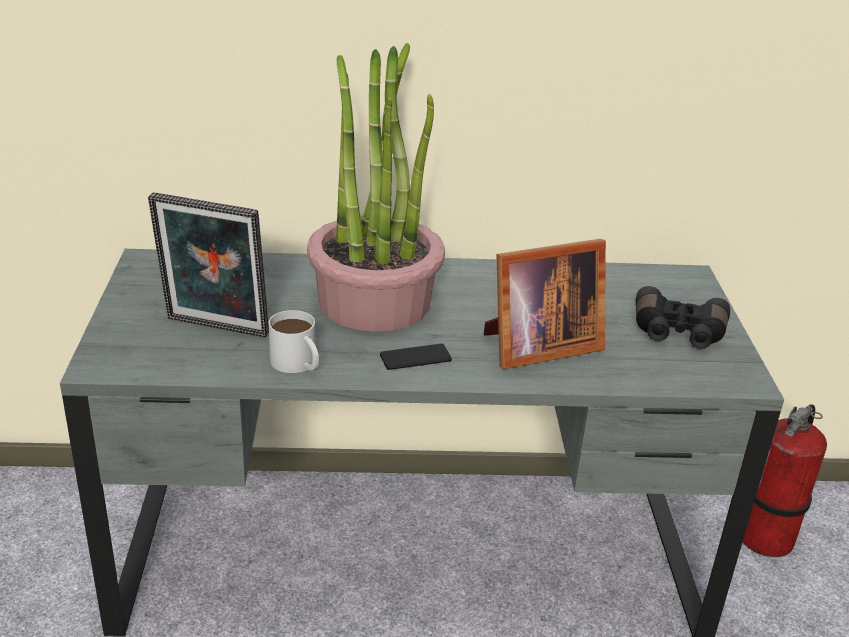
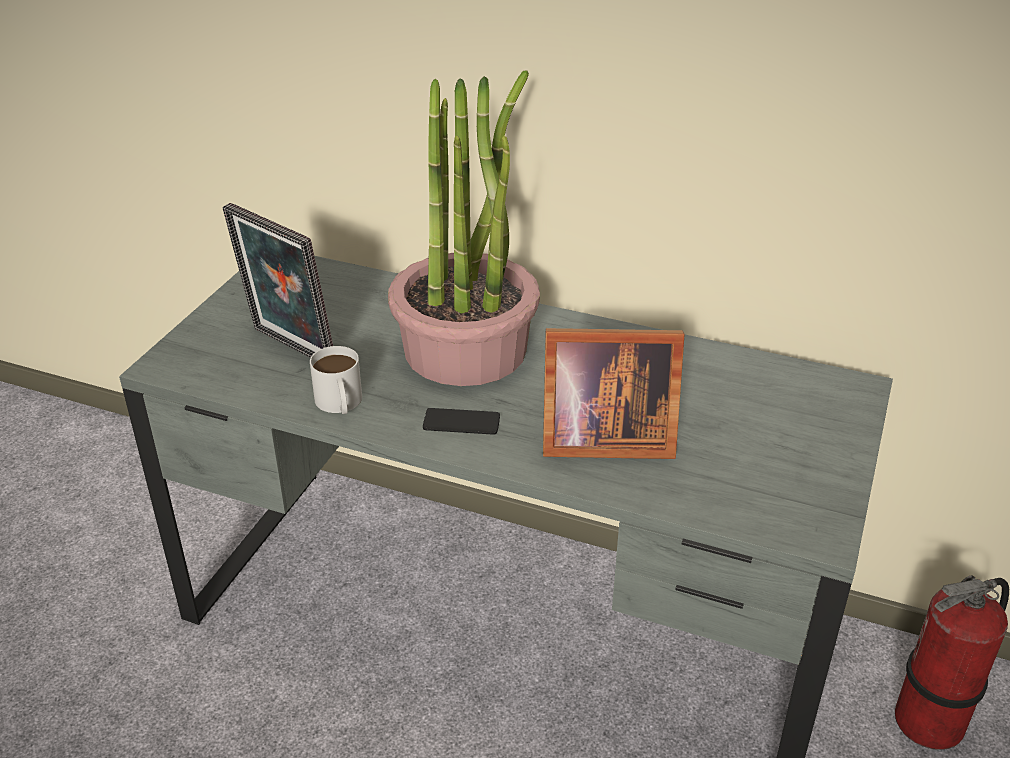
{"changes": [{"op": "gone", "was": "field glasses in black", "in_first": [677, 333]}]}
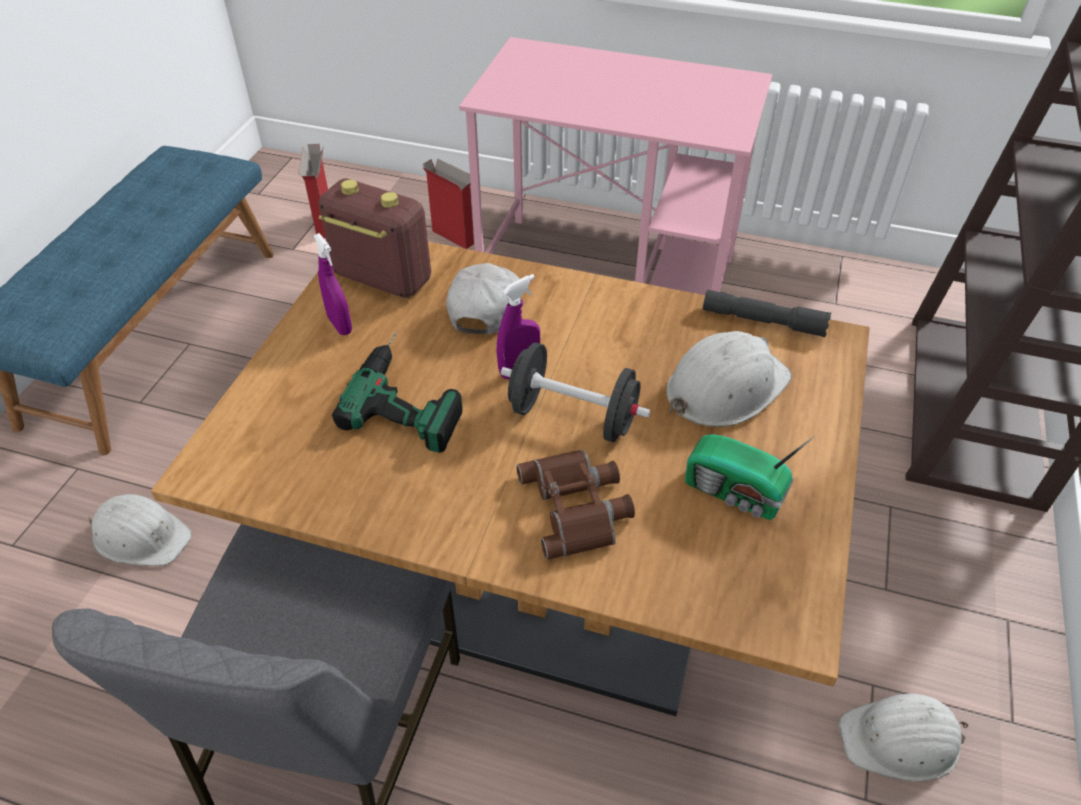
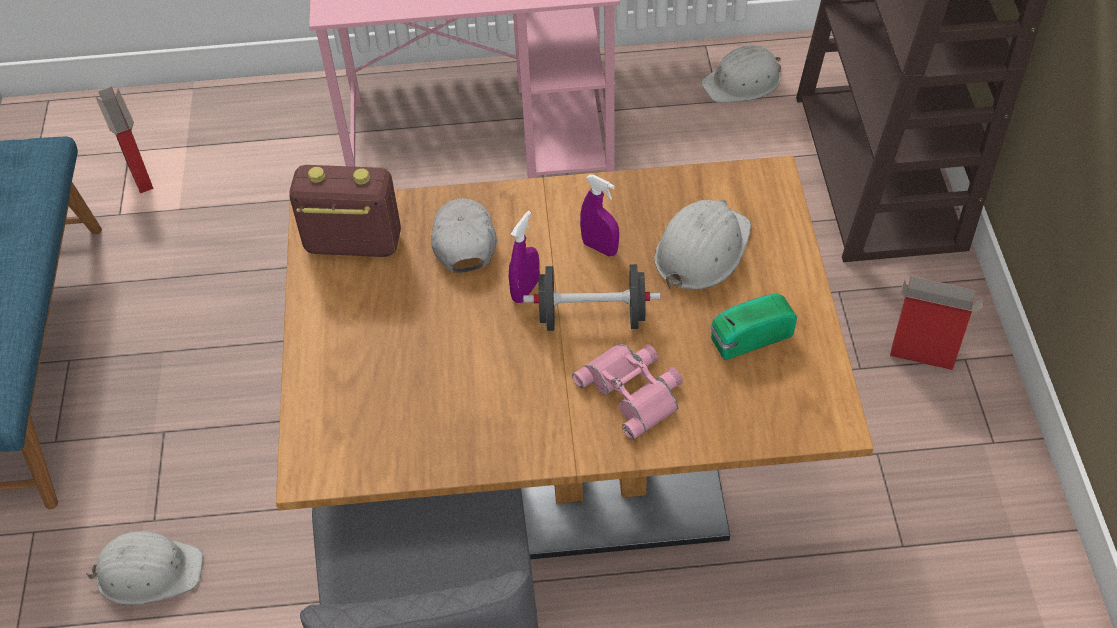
{"changes": [{"op": "repainted", "was": "field glasses in brownish", "now": "field glasses in pink-coloured", "in_first": [578, 507], "in_second": [634, 390]}, {"op": "shifted", "was": "hand sprayer in purplish", "in_first": [340, 325], "in_second": [600, 248]}, {"op": "shifted", "was": "work helmet in white", "in_first": [901, 740], "in_second": [743, 82]}, {"op": "rotated", "was": "radio", "in_first": [736, 493], "in_second": [748, 337], "clockwise": 150}, {"op": "shifted", "was": "packing box", "in_first": [454, 237], "in_second": [923, 357]}, {"op": "gone", "was": "electric drill", "in_first": [411, 393]}, {"op": "gone", "was": "hand torch in gray", "in_first": [763, 321]}]}
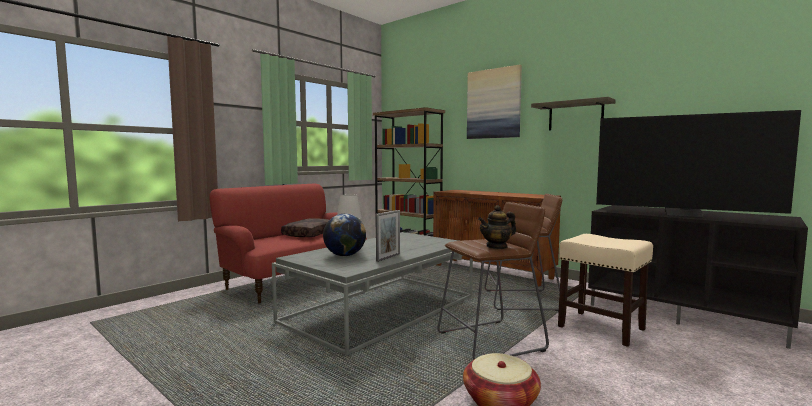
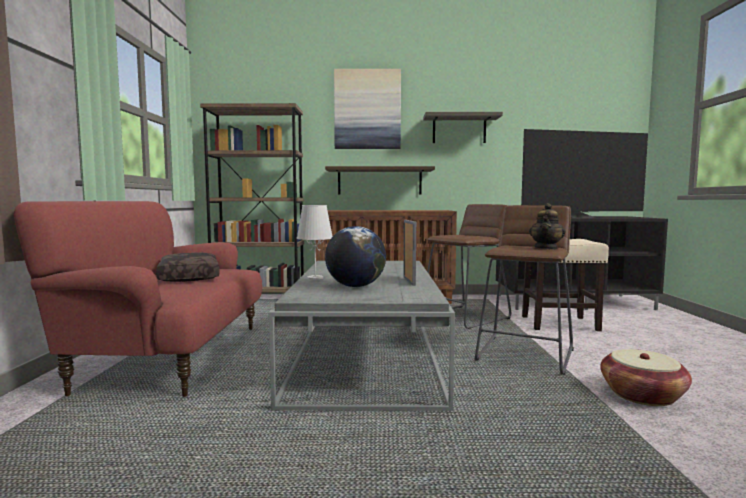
{"changes": [{"op": "new", "now": "bracket shelf", "in_second": [379, 181]}]}
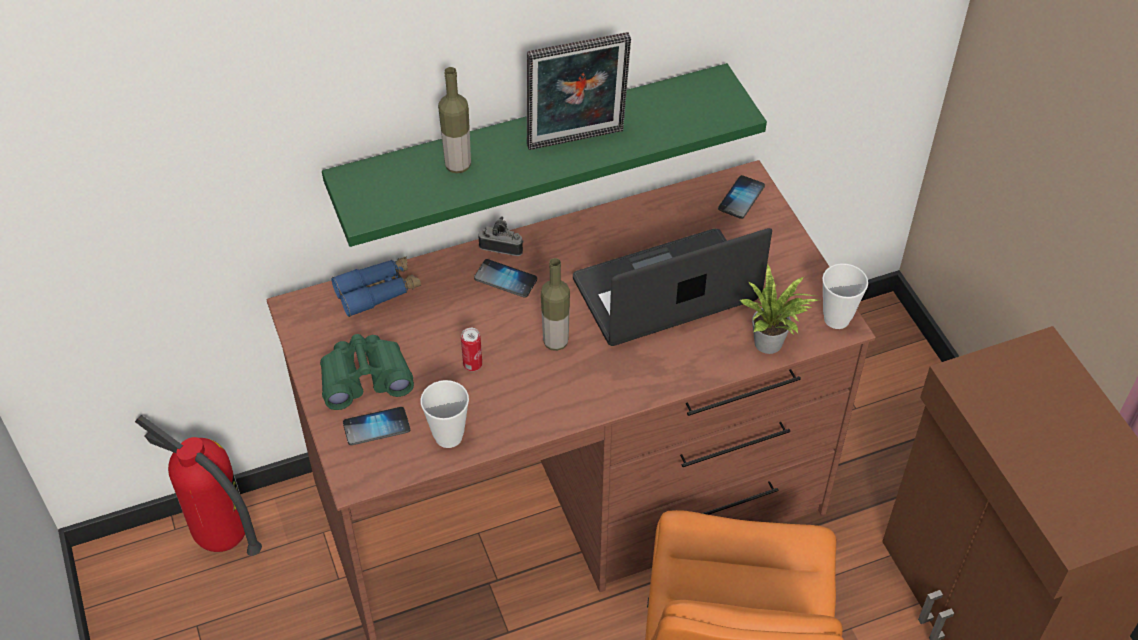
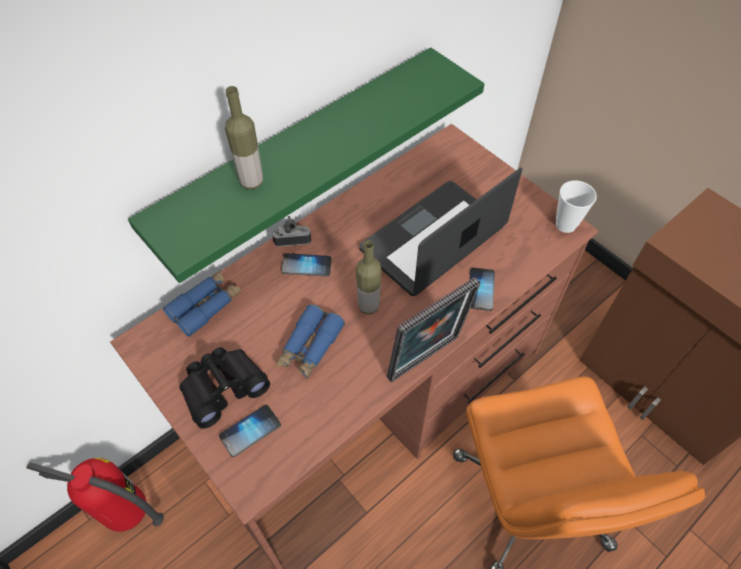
{"changes": [{"op": "repainted", "was": "field glasses in green", "now": "field glasses in black", "in_first": [365, 378], "in_second": [223, 388]}, {"op": "swapped", "was": "metal can", "now": "field glasses in blue", "in_first": [472, 365], "in_second": [310, 347]}, {"op": "shifted", "was": "photo frame", "in_first": [577, 142], "in_second": [426, 361]}, {"op": "shifted", "was": "handset", "in_first": [741, 198], "in_second": [480, 289]}, {"op": "gone", "was": "drinking cup", "in_first": [448, 436]}, {"op": "gone", "was": "potted plant", "in_first": [772, 344]}]}
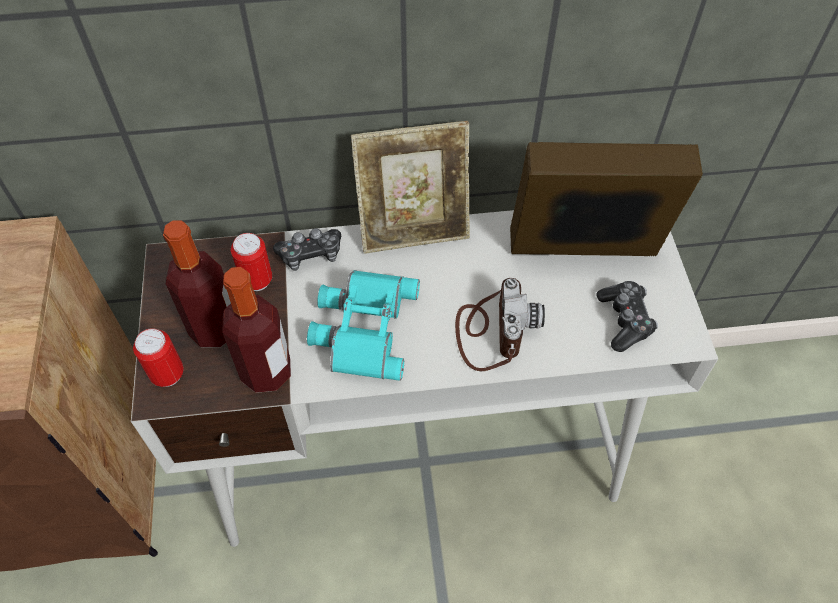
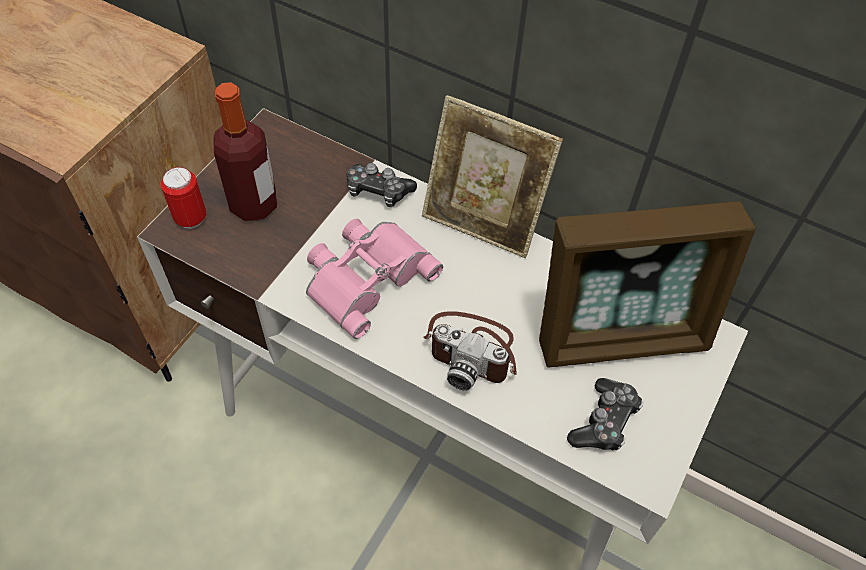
{"changes": [{"op": "repainted", "was": "field glasses in turquoise", "now": "field glasses in pink-coloured", "in_first": [362, 327], "in_second": [366, 276]}, {"op": "rotated", "was": "photo camera", "in_first": [492, 331], "in_second": [472, 350], "clockwise": 75}, {"op": "rotated", "was": "photo frame", "in_first": [582, 252], "in_second": [621, 335], "clockwise": 135}, {"op": "gone", "was": "drink bottle", "in_first": [266, 372]}, {"op": "gone", "was": "metal can", "in_first": [257, 280]}]}
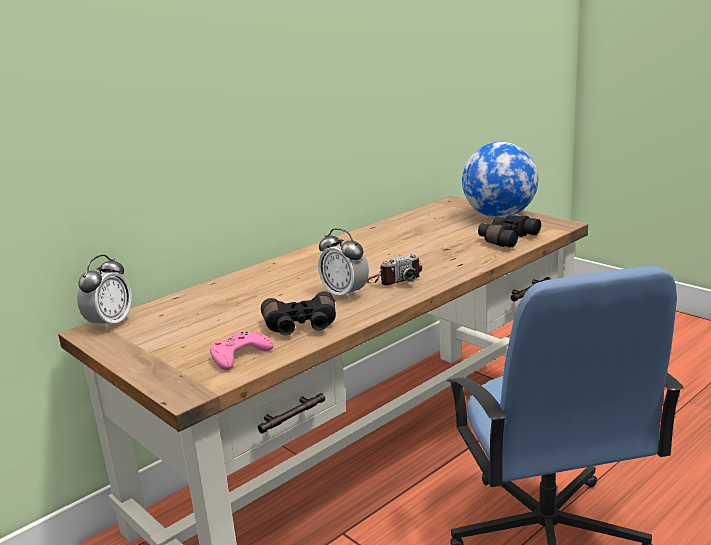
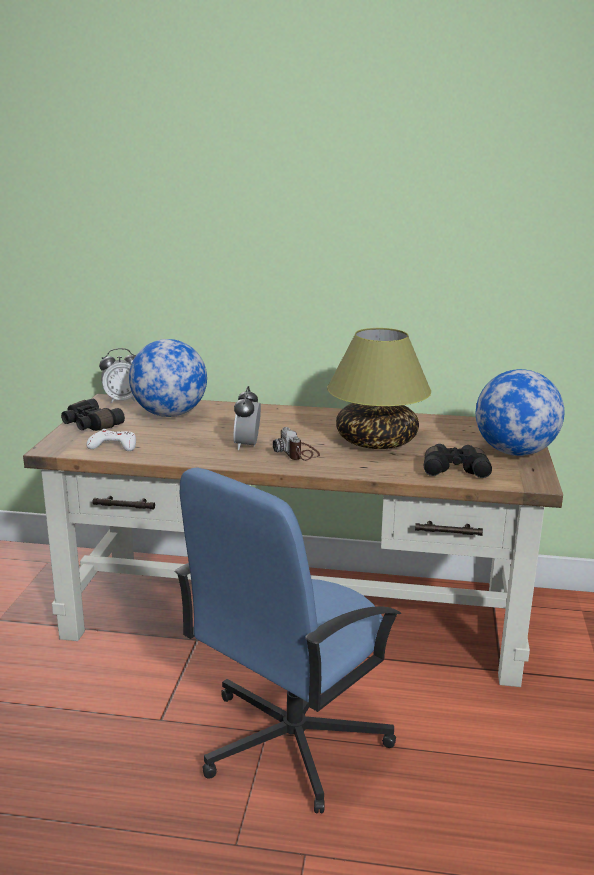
{"changes": [{"op": "shifted", "was": "field glasses in black", "in_first": [301, 326], "in_second": [90, 425]}, {"op": "repainted", "was": "gamepad in pink-coloured", "now": "gamepad in white", "in_first": [239, 355], "in_second": [113, 445]}, {"op": "new", "now": "world globe", "in_second": [169, 414]}, {"op": "rotated", "was": "photo camera", "in_first": [394, 279], "in_second": [298, 453], "clockwise": 45}, {"op": "new", "now": "tabletop lamp", "in_second": [377, 441]}]}
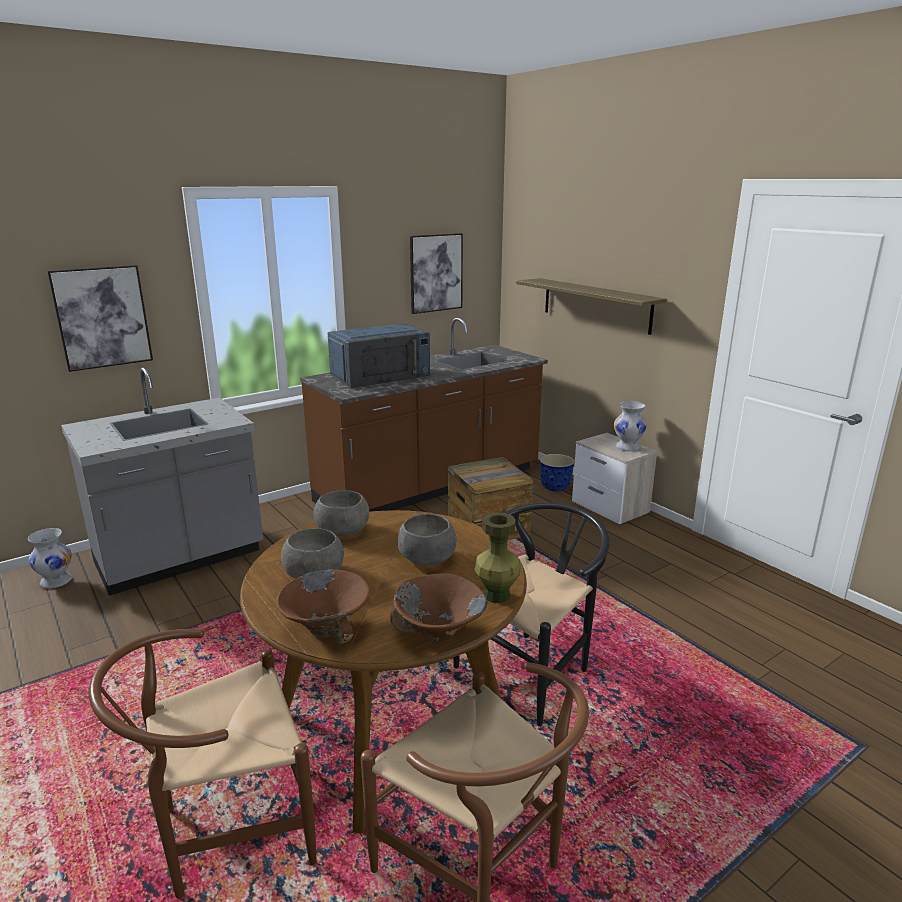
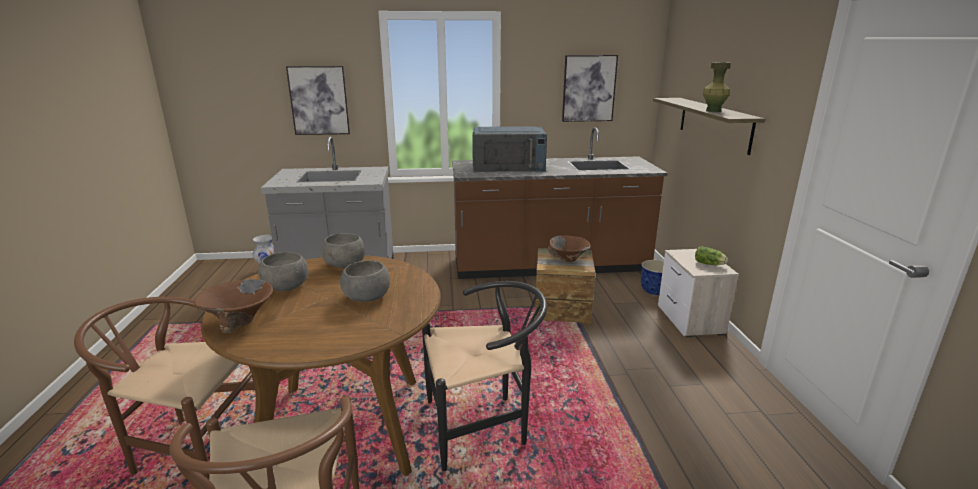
{"changes": [{"op": "shifted", "was": "bowl in brownish", "in_first": [439, 632], "in_second": [568, 259]}, {"op": "swapped", "was": "vase in white", "now": "lettuce head", "in_first": [627, 447], "in_second": [710, 264]}, {"op": "shifted", "was": "vase in green", "in_first": [496, 595], "in_second": [713, 111]}]}
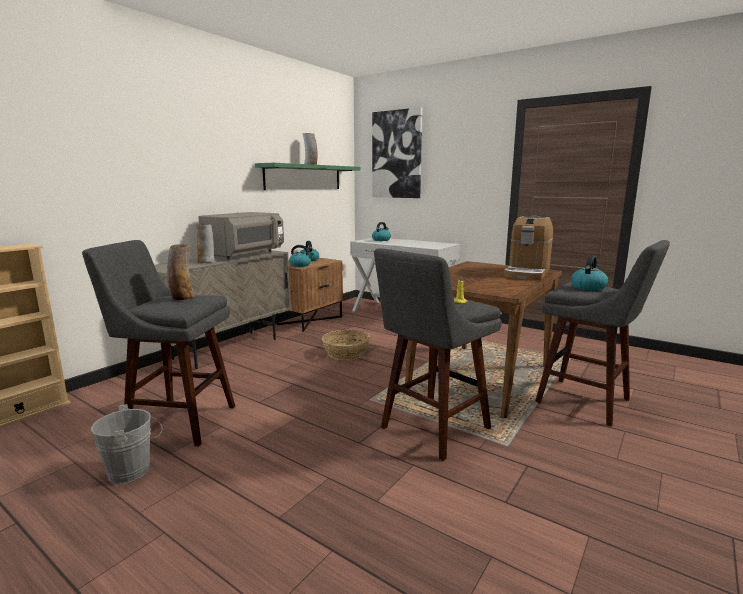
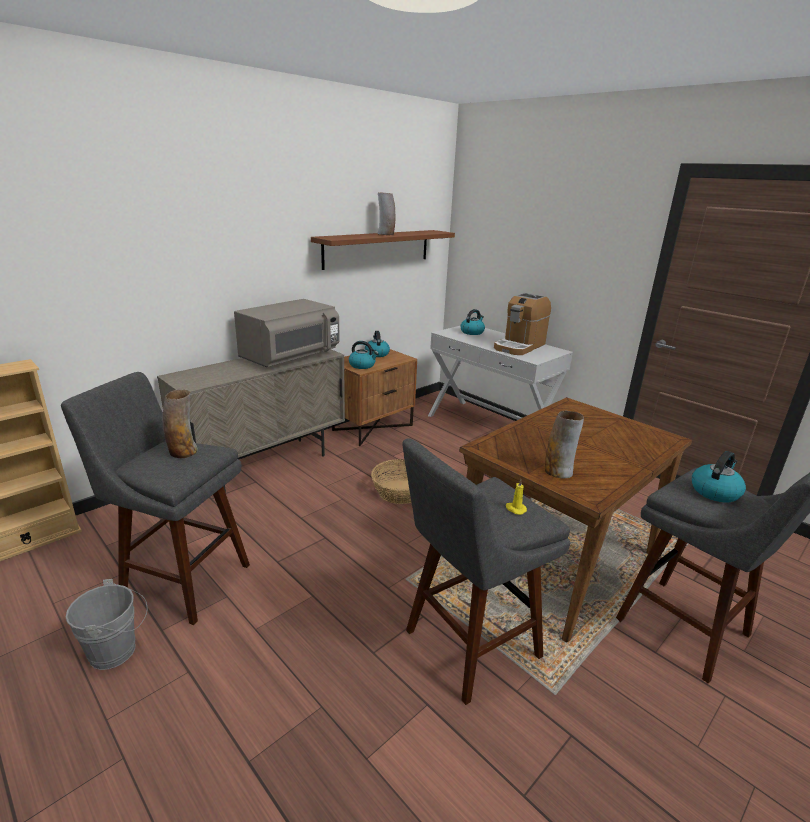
{"changes": [{"op": "repainted", "was": "bracket shelf in green", "now": "bracket shelf in brownish", "in_first": [304, 177], "in_second": [377, 248]}, {"op": "shifted", "was": "coffee brewer", "in_first": [527, 273], "in_second": [519, 346]}, {"op": "shifted", "was": "vase", "in_first": [206, 262], "in_second": [558, 471]}, {"op": "gone", "was": "wall art", "in_first": [397, 154]}]}
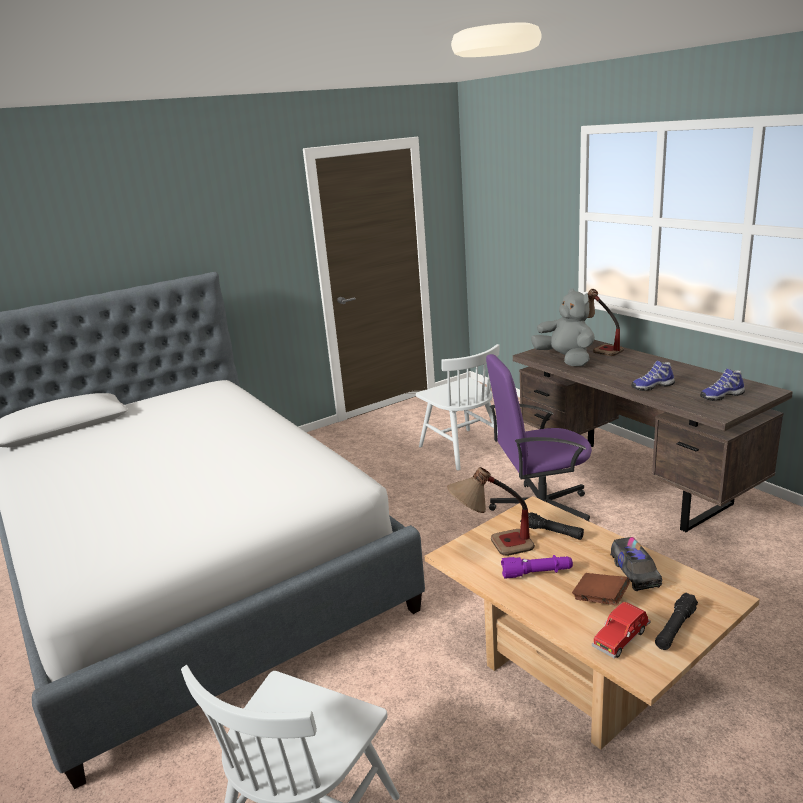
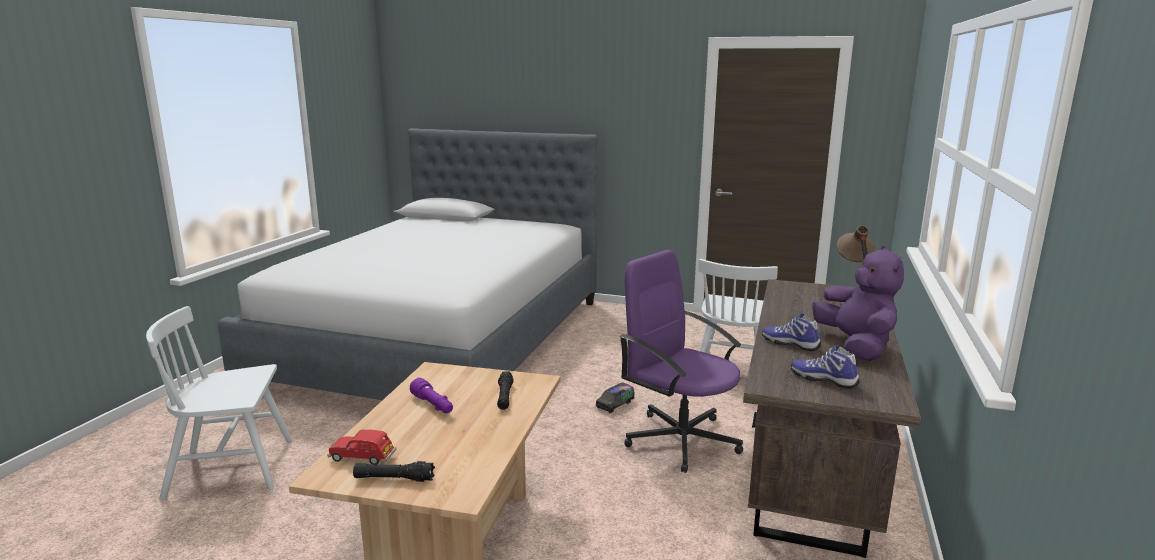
{"changes": [{"op": "shifted", "was": "toy lorry", "in_first": [635, 573], "in_second": [615, 404]}, {"op": "new", "now": "soft toy in purplish", "in_second": [855, 347]}, {"op": "gone", "was": "tabletop lamp", "in_first": [491, 548]}, {"op": "gone", "was": "soft toy in gray", "in_first": [566, 360]}, {"op": "gone", "was": "book in brownish", "in_first": [600, 599]}]}
